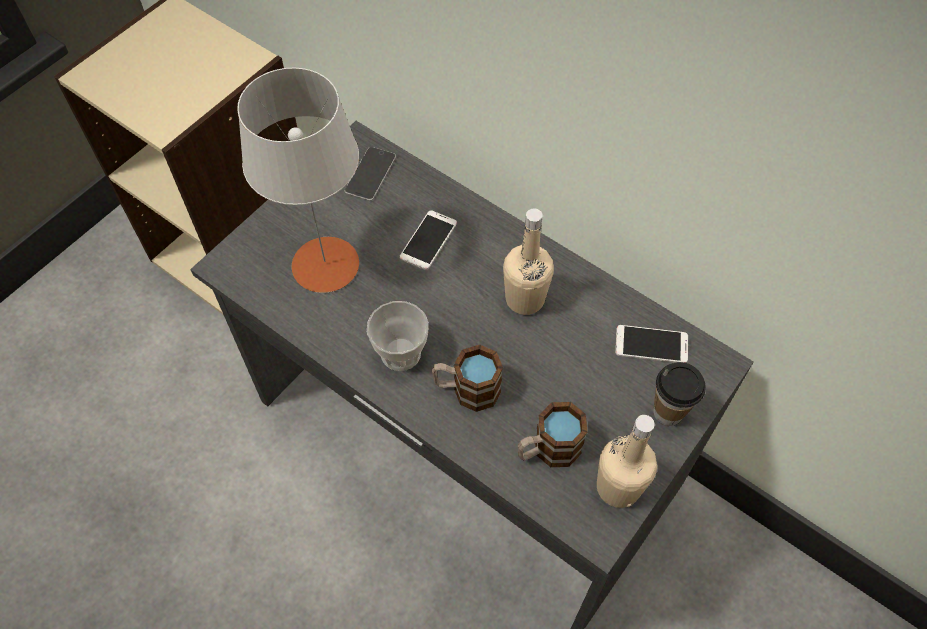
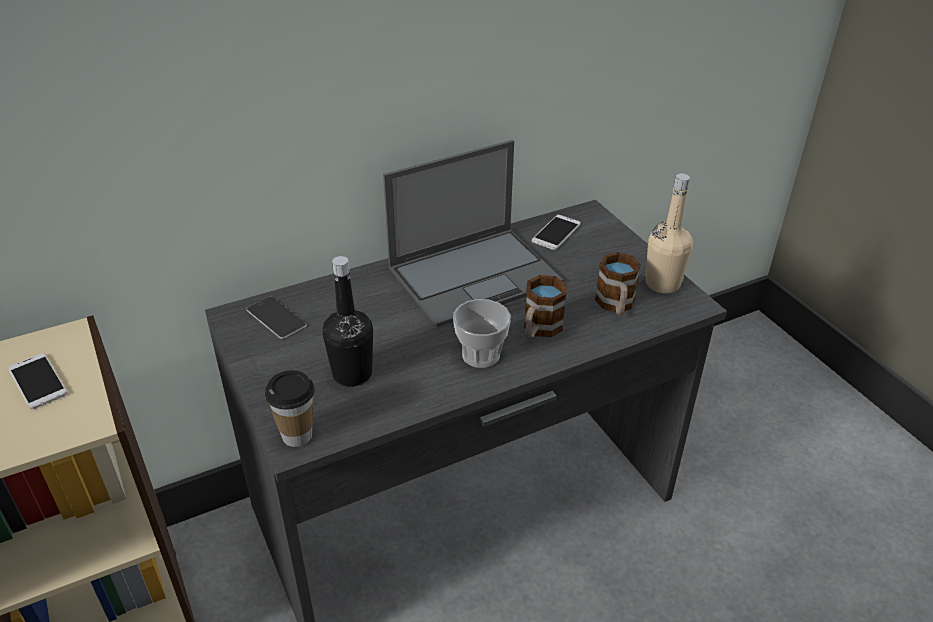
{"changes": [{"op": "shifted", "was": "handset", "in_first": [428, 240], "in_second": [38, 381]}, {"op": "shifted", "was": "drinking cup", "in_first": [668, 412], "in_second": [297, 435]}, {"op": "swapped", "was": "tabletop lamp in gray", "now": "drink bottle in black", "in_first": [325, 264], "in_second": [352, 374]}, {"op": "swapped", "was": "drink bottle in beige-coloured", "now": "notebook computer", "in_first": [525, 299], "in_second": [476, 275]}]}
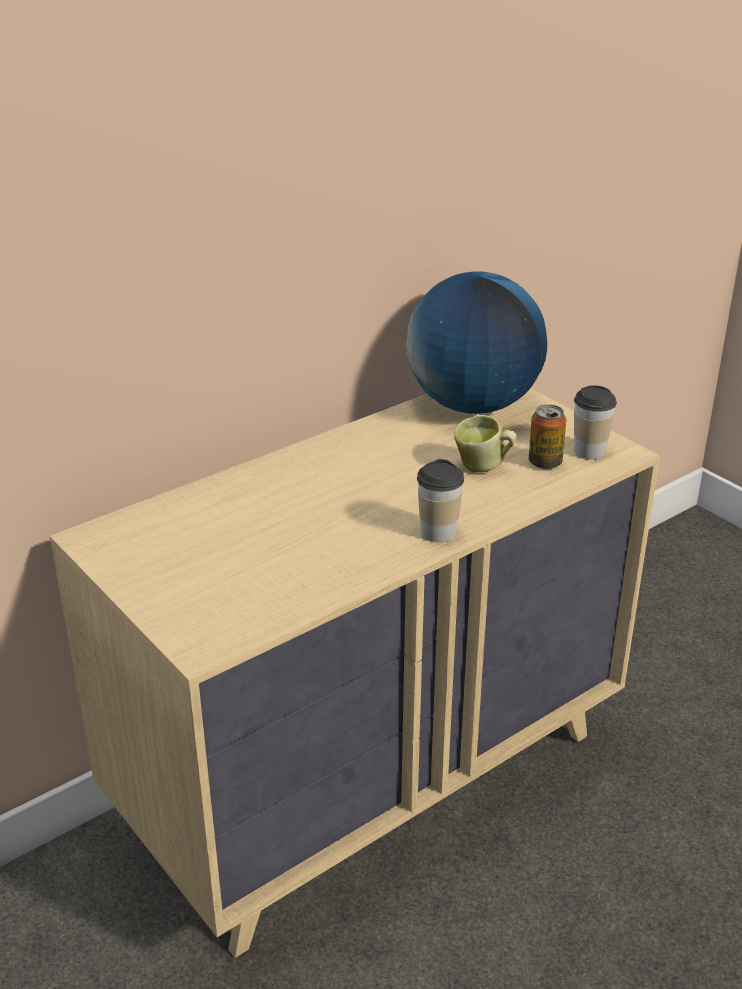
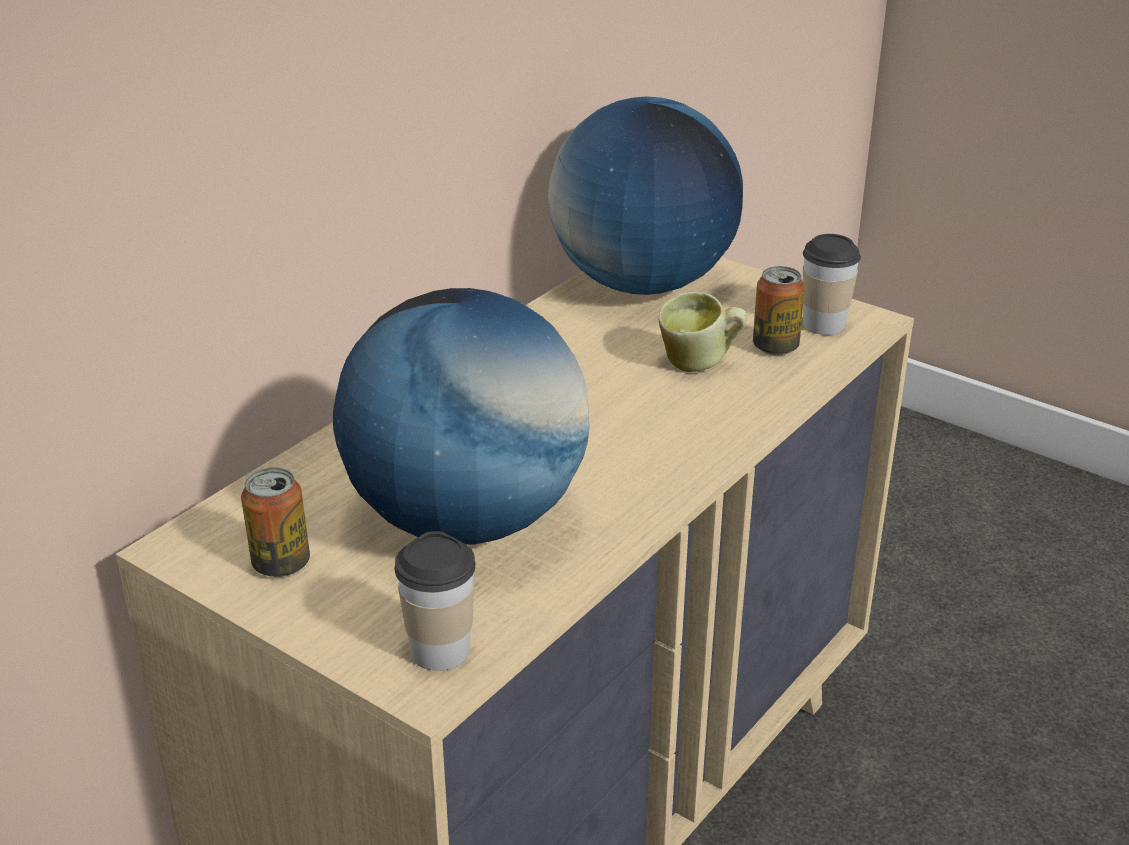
{"changes": [{"op": "new", "now": "metal can", "in_second": [281, 563]}, {"op": "new", "now": "world globe", "in_second": [466, 519]}, {"op": "shifted", "was": "drinking cup", "in_first": [438, 532], "in_second": [440, 650]}]}
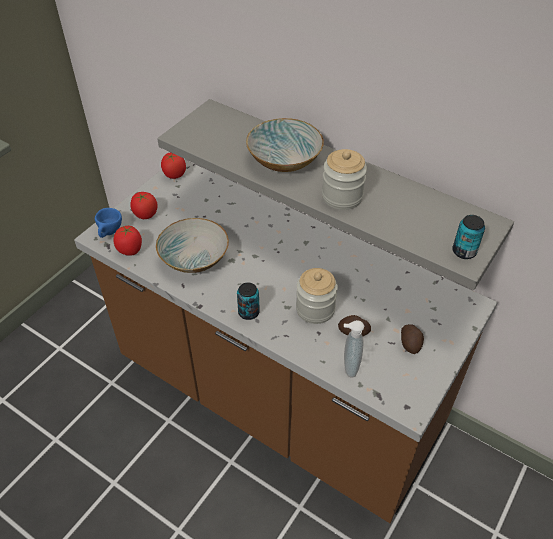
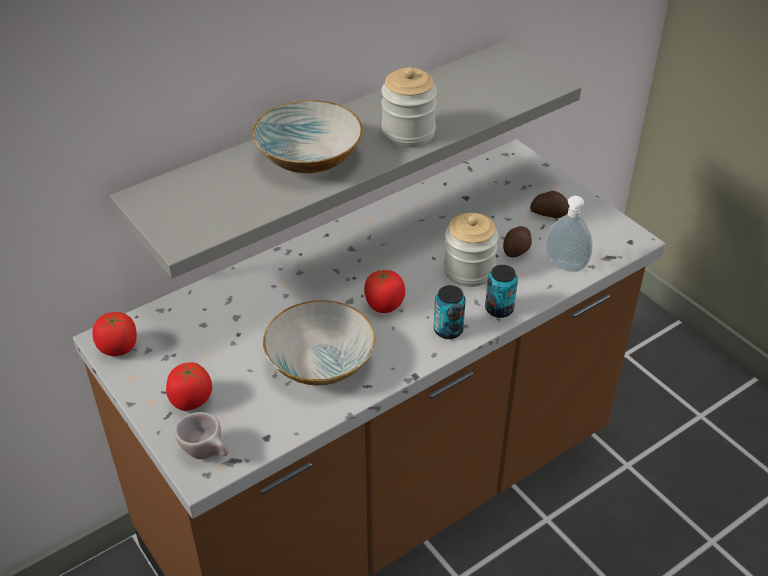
{"changes": [{"op": "repainted", "was": "drinking cup in blue", "now": "drinking cup in beige-coloured", "in_first": [110, 233], "in_second": [207, 453]}, {"op": "shifted", "was": "fresh tomato", "in_first": [130, 250], "in_second": [384, 305]}, {"op": "shifted", "was": "metal can", "in_first": [464, 251], "in_second": [499, 309]}]}
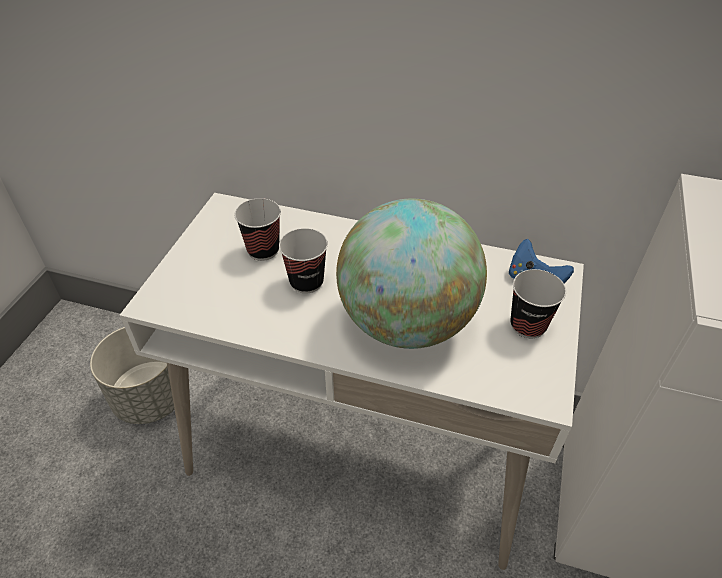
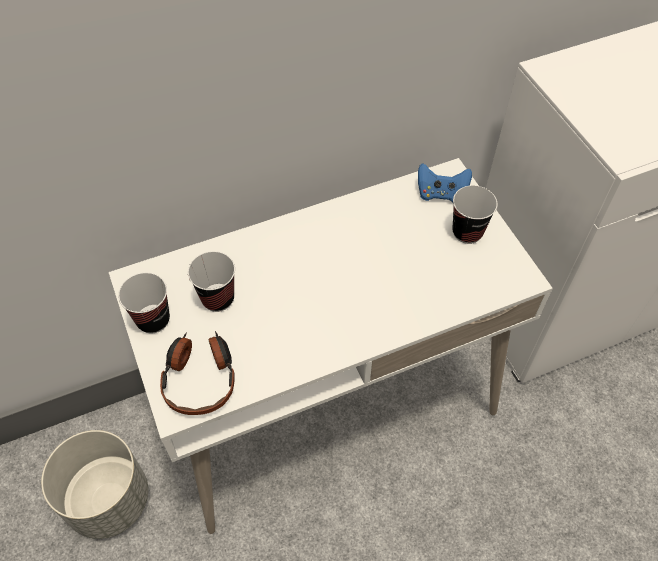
{"changes": [{"op": "shifted", "was": "drinking cup", "in_first": [306, 282], "in_second": [153, 320]}, {"op": "new", "now": "headphones", "in_second": [200, 378]}, {"op": "gone", "was": "world globe", "in_first": [406, 322]}]}
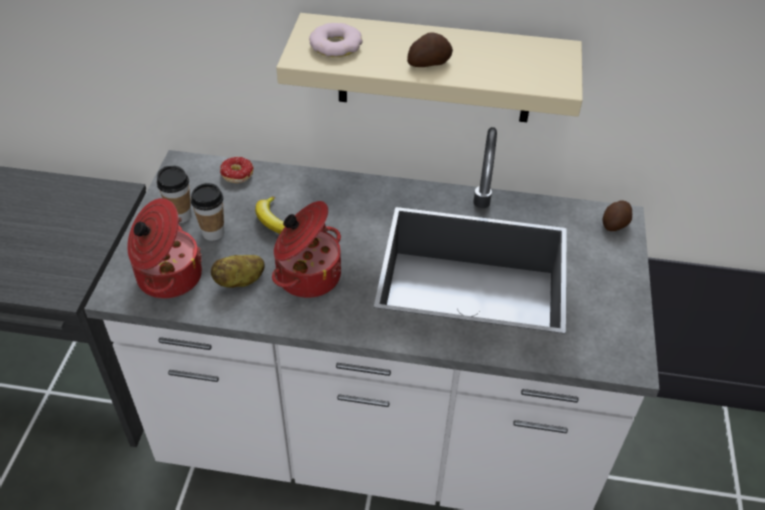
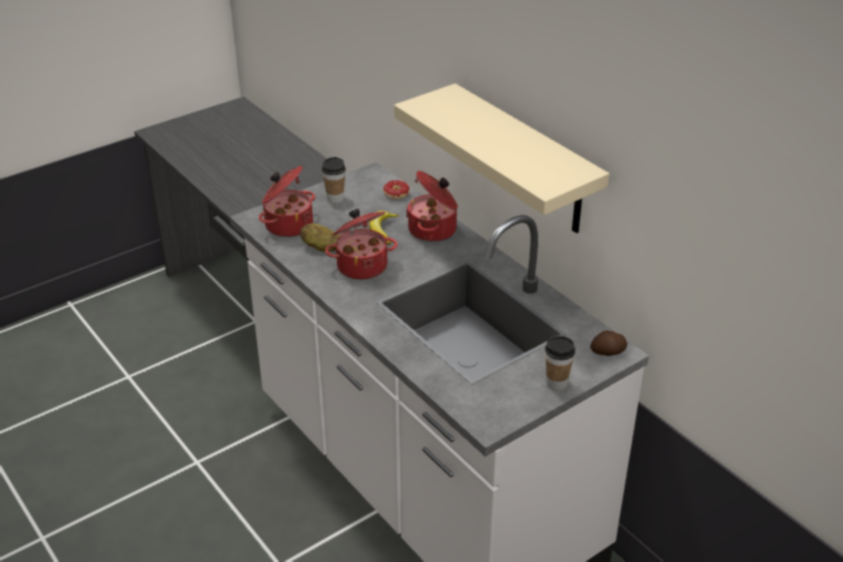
{"changes": [{"op": "new", "now": "saucepot", "in_second": [434, 230]}, {"op": "shifted", "was": "drinking cup", "in_first": [213, 233], "in_second": [556, 383]}, {"op": "gone", "was": "donut", "in_first": [336, 45]}, {"op": "gone", "was": "whole potato", "in_first": [428, 62]}]}
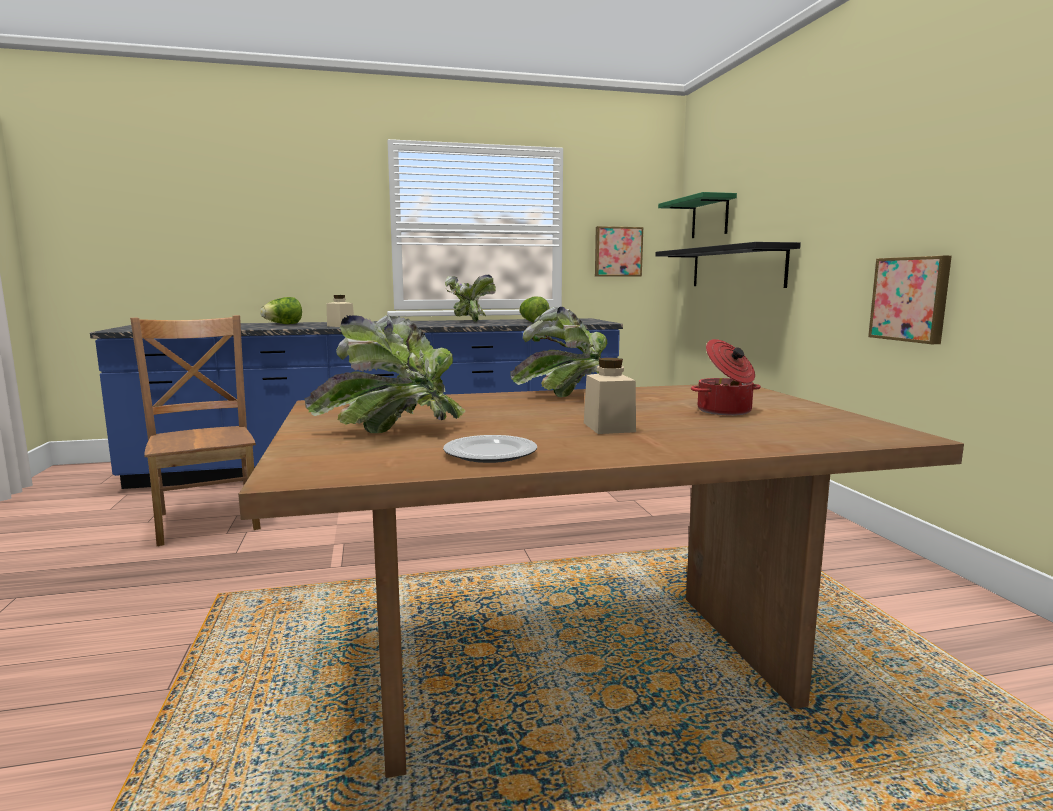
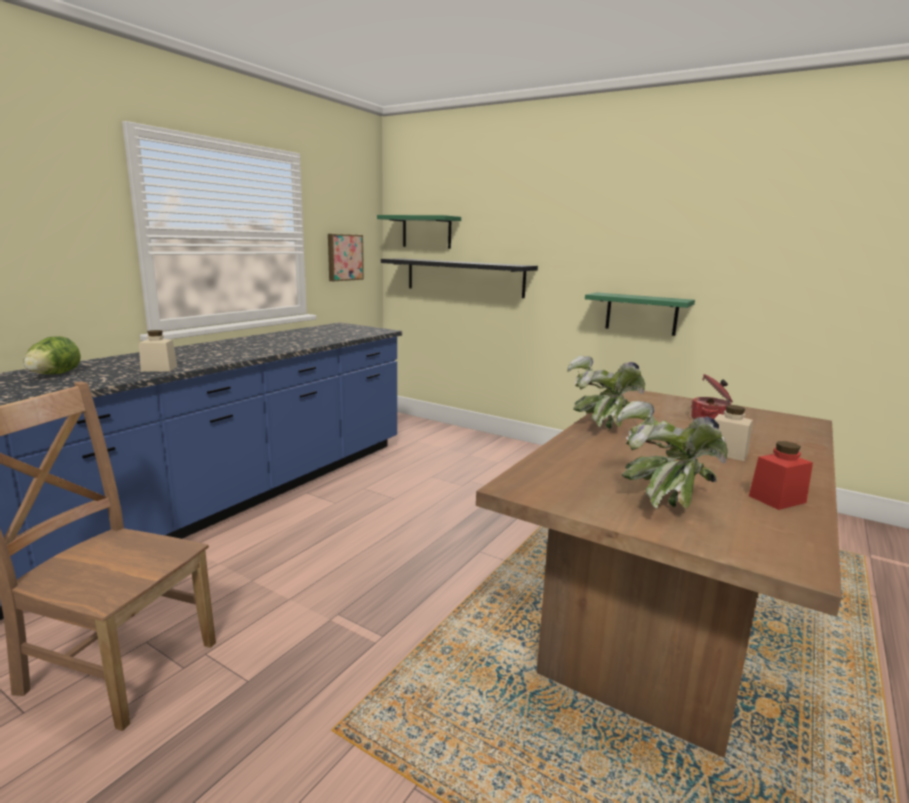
{"changes": [{"op": "swapped", "was": "wall art", "now": "bracket shelf in green", "in_first": [911, 299], "in_second": [641, 314]}, {"op": "swapped", "was": "dinner plate", "now": "jar in reddish", "in_first": [489, 454], "in_second": [777, 499]}, {"op": "gone", "was": "potted plant", "in_first": [468, 321]}, {"op": "gone", "was": "lettuce head", "in_first": [532, 322]}]}
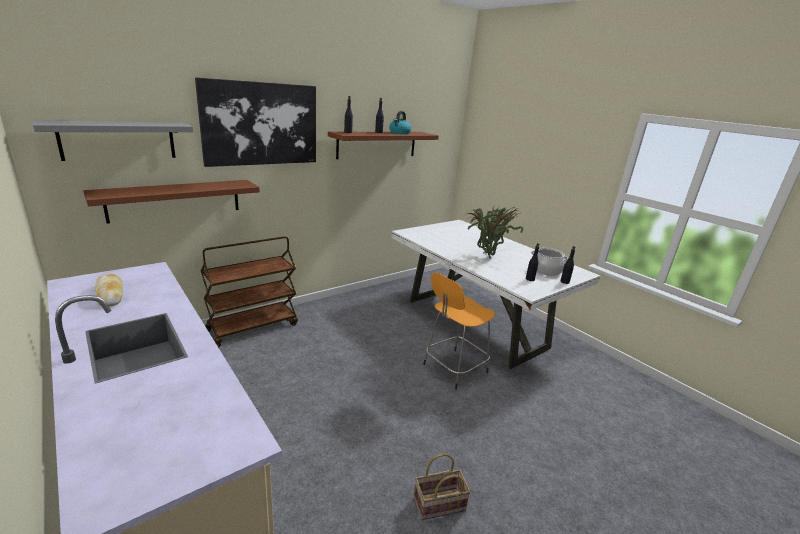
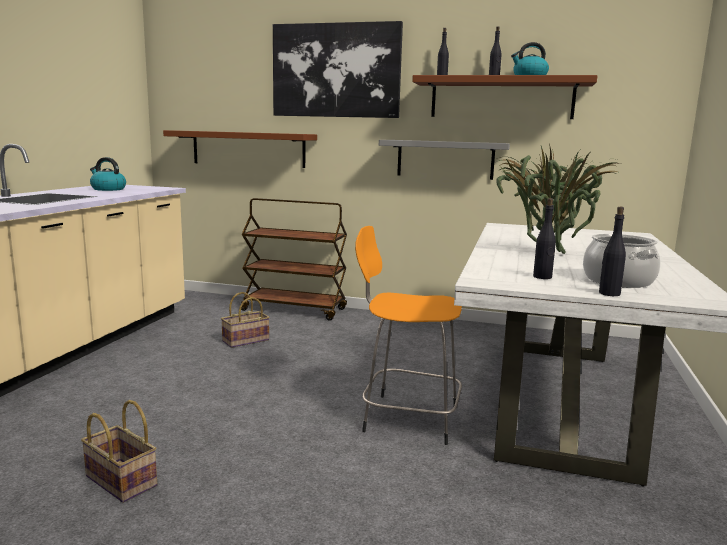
{"changes": [{"op": "swapped", "was": "bread", "now": "tea kettle", "in_first": [110, 294], "in_second": [108, 189]}, {"op": "new", "now": "household basket", "in_second": [245, 341]}, {"op": "shifted", "was": "bracket shelf in gray", "in_first": [118, 140], "in_second": [445, 159]}]}
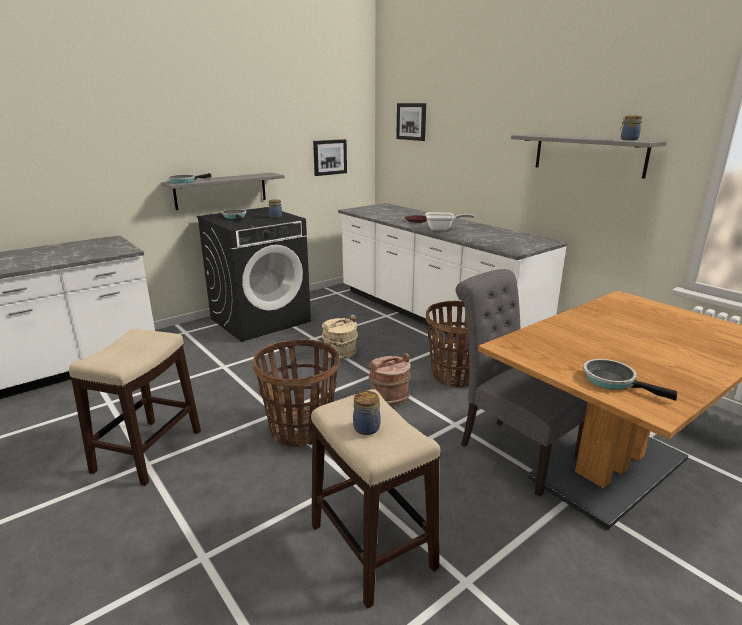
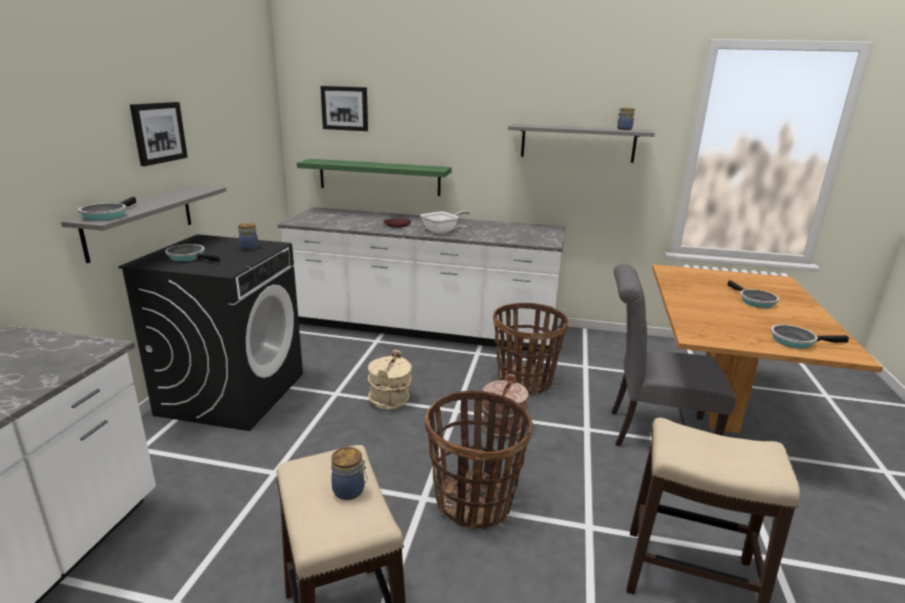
{"changes": [{"op": "shifted", "was": "wall art", "in_first": [329, 157], "in_second": [158, 132]}, {"op": "new", "now": "bracket shelf in green", "in_second": [379, 177]}, {"op": "shifted", "was": "jar", "in_first": [367, 429], "in_second": [350, 491]}, {"op": "new", "now": "skillet", "in_second": [754, 301]}]}
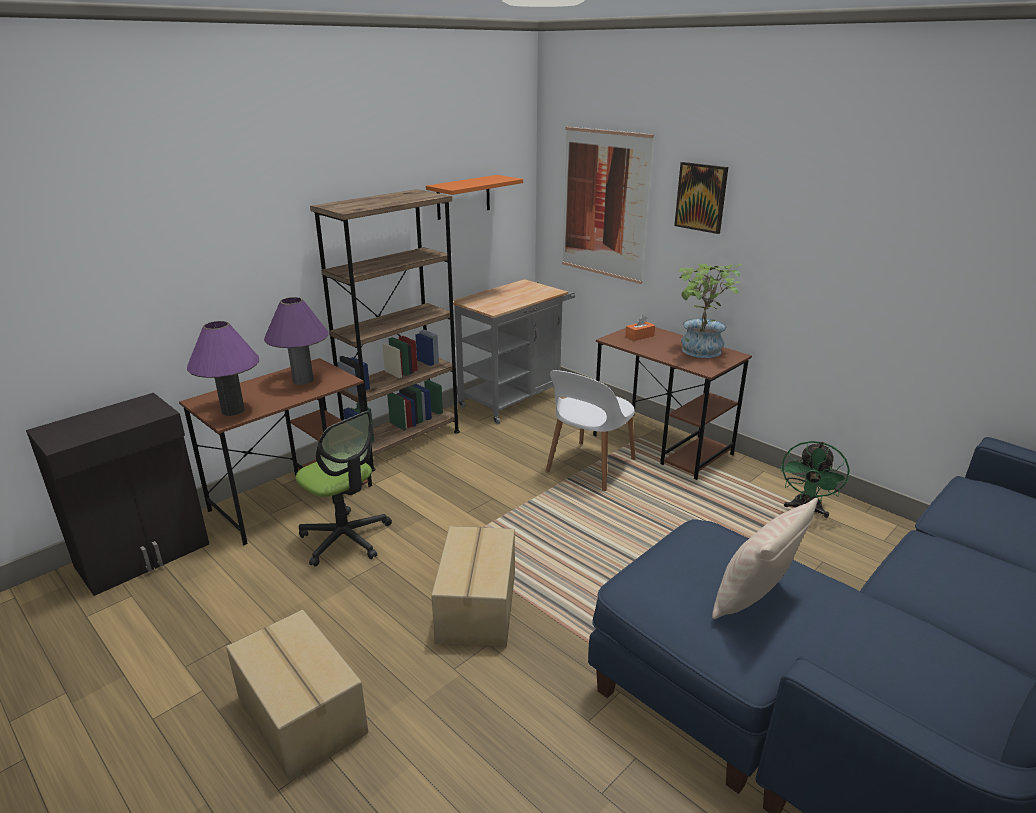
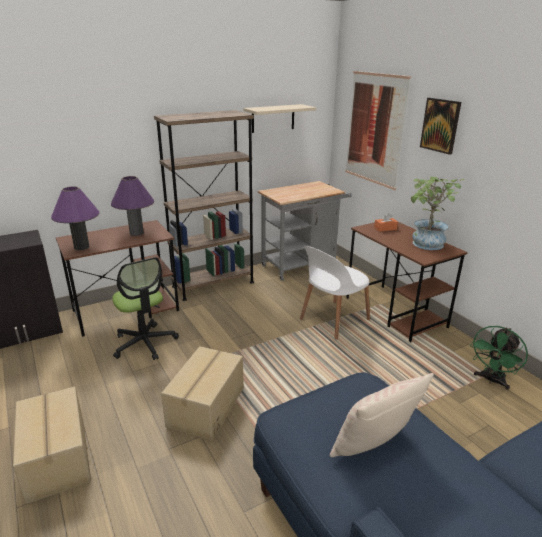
{"changes": [{"op": "repainted", "was": "bracket shelf in orange", "now": "bracket shelf in beige-coloured", "in_first": [463, 197], "in_second": [273, 118]}]}
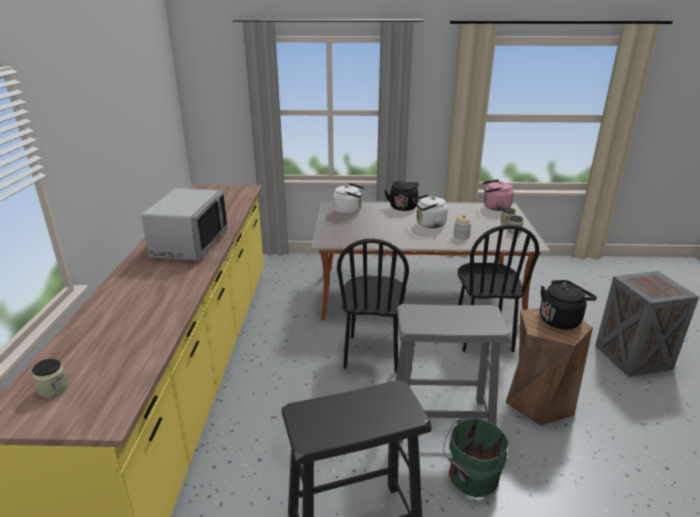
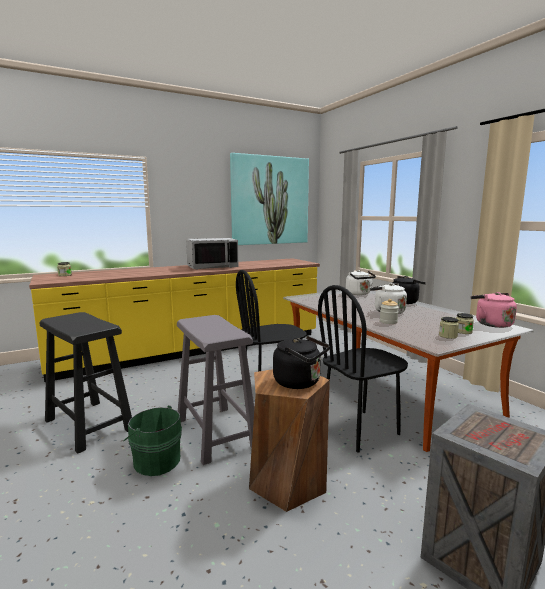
{"changes": [{"op": "new", "now": "wall art", "in_second": [269, 201]}]}
